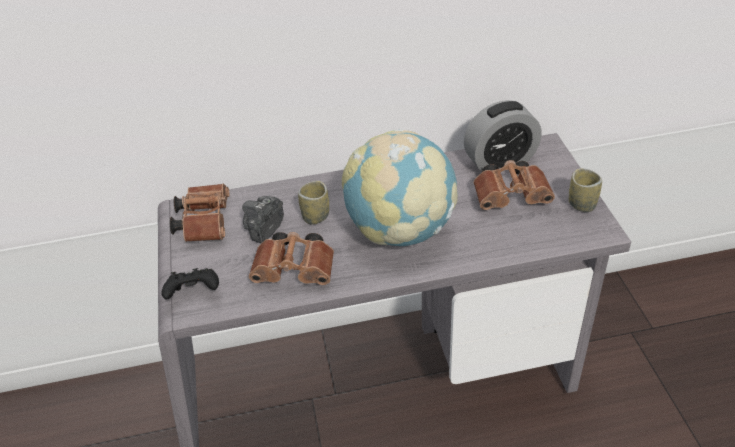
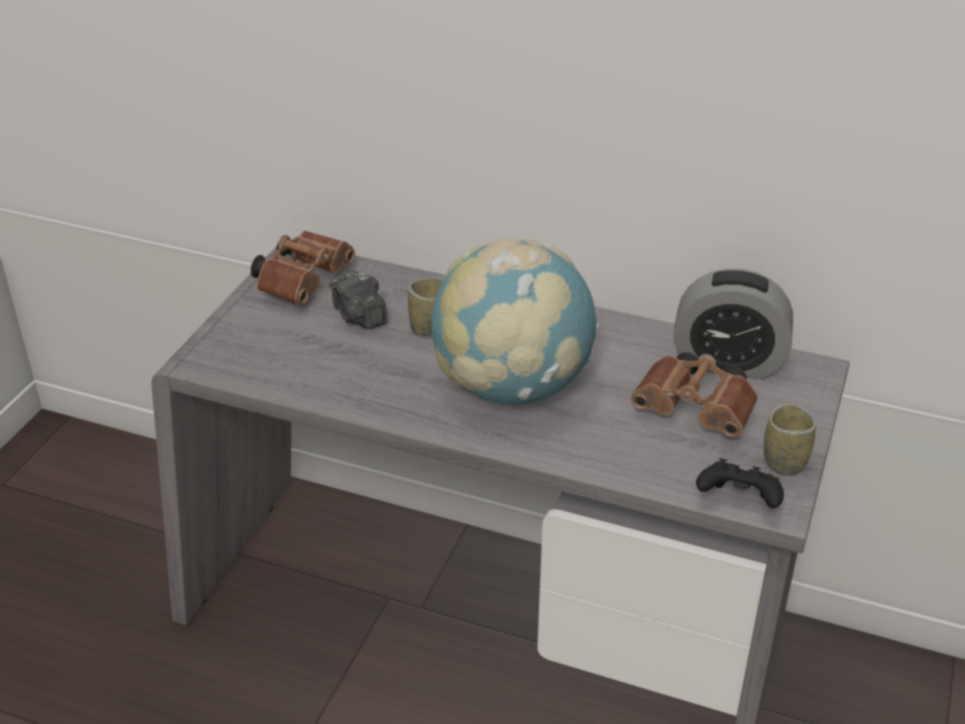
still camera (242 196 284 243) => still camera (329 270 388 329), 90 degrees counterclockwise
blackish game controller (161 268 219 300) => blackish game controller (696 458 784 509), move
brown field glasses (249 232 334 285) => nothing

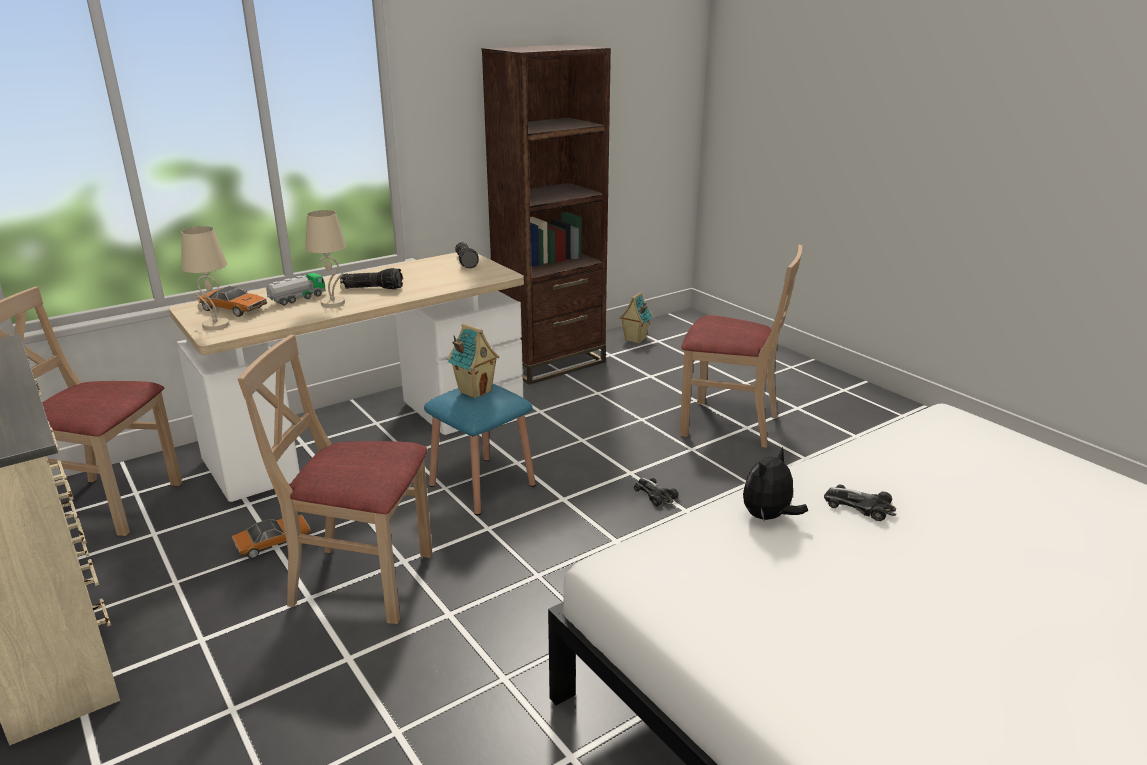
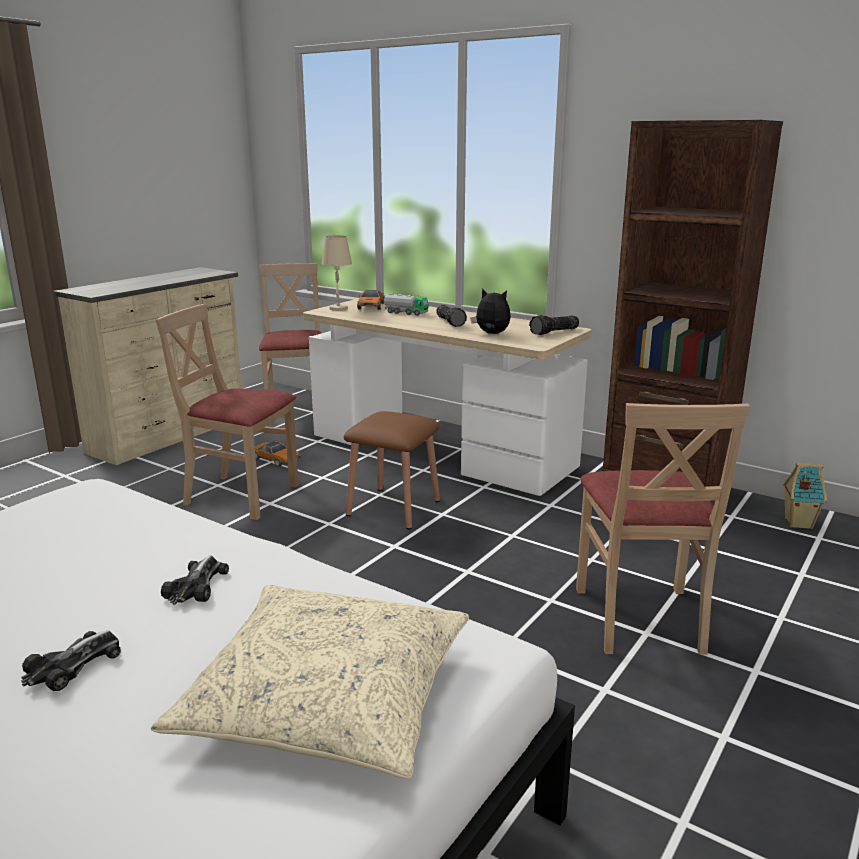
model car (634 477 678 506) => model car (21 630 121 691), move
nothing => sand-coloured pillow (151 585 469 778)
sand-coloured plain chair (238 335 432 624) => sand-coloured plain chair (156 304 299 520), 60 degrees counterclockwise
blue-coloured stool seat (424 384 536 515) => brown stool seat (344 411 440 529)
soft toy (743 447 808 520) => soft toy (471 288 511 334), move
sand-coloured lamp for a table (305 210 346 308) => nothing
miniature house (447 323 500 399) => nothing

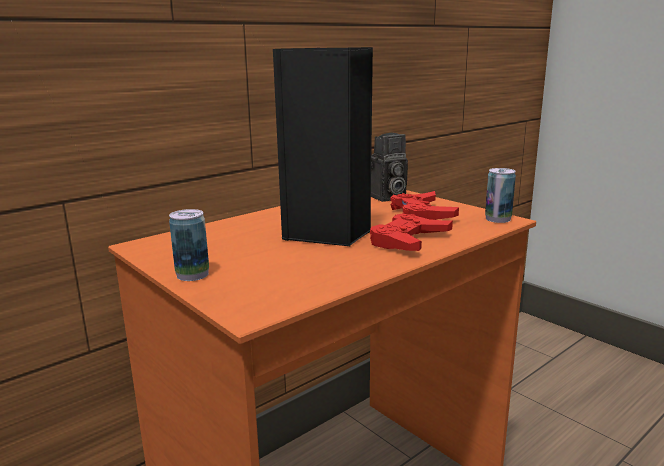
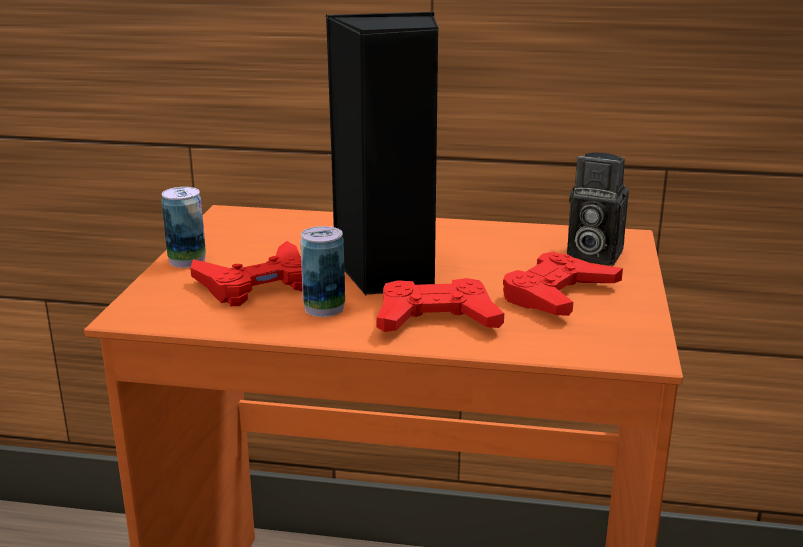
nothing => reddish game controller (190 241 303 306)
sealed can (485 168 516 223) => sealed can (300 226 345 317), move

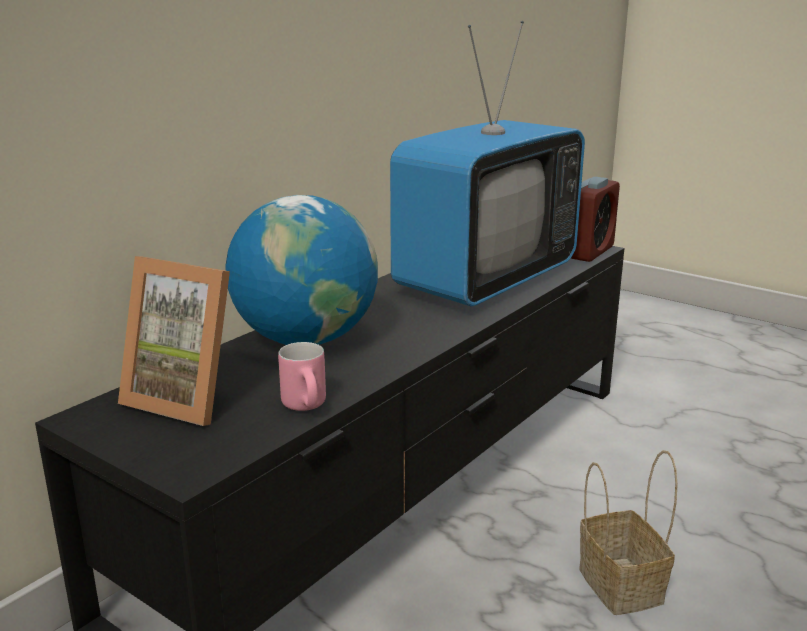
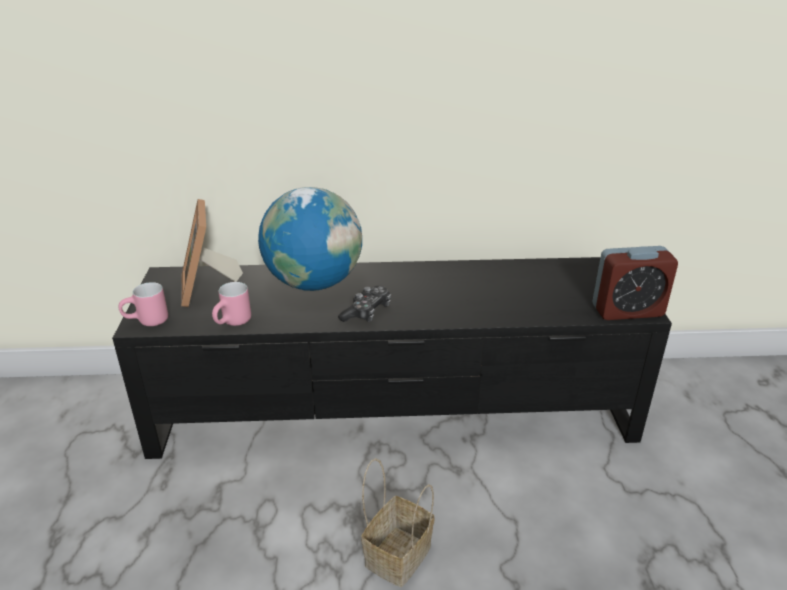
nothing => pink mug (119 282 168 326)
nothing => game controller (338 286 391 322)
TV (390 21 585 307) => nothing

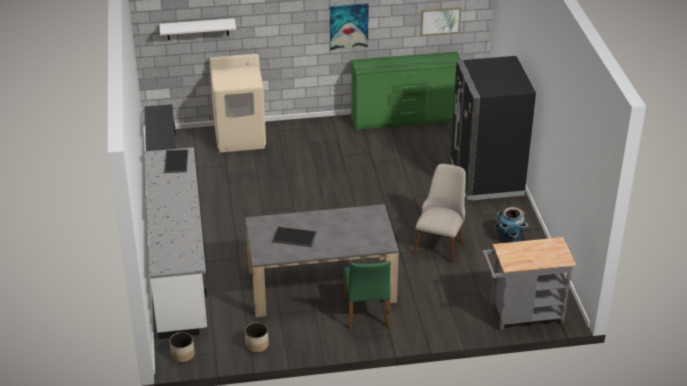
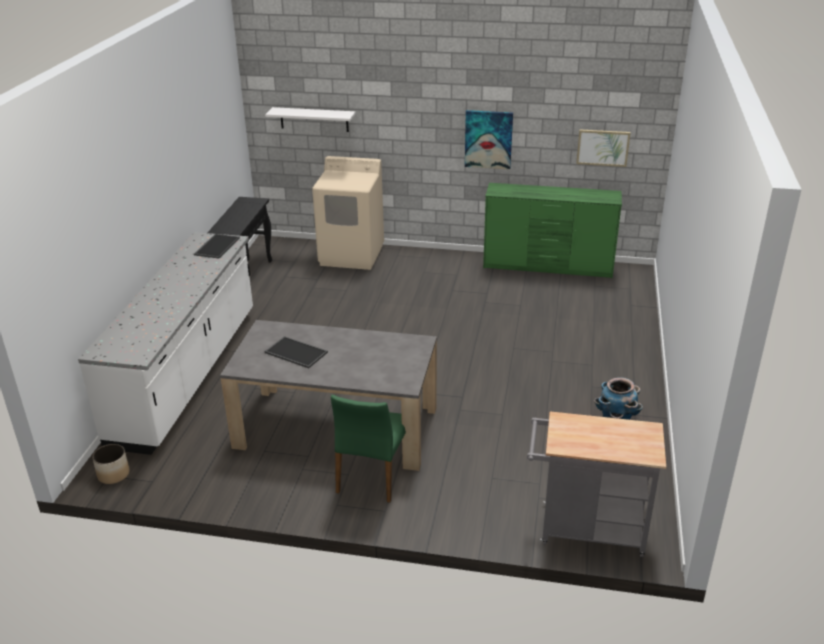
planter (245 322 269 352) => nothing
sand-coloured plain chair (413 164 466 264) => nothing
blackish refrigerator (450 56 536 200) => nothing

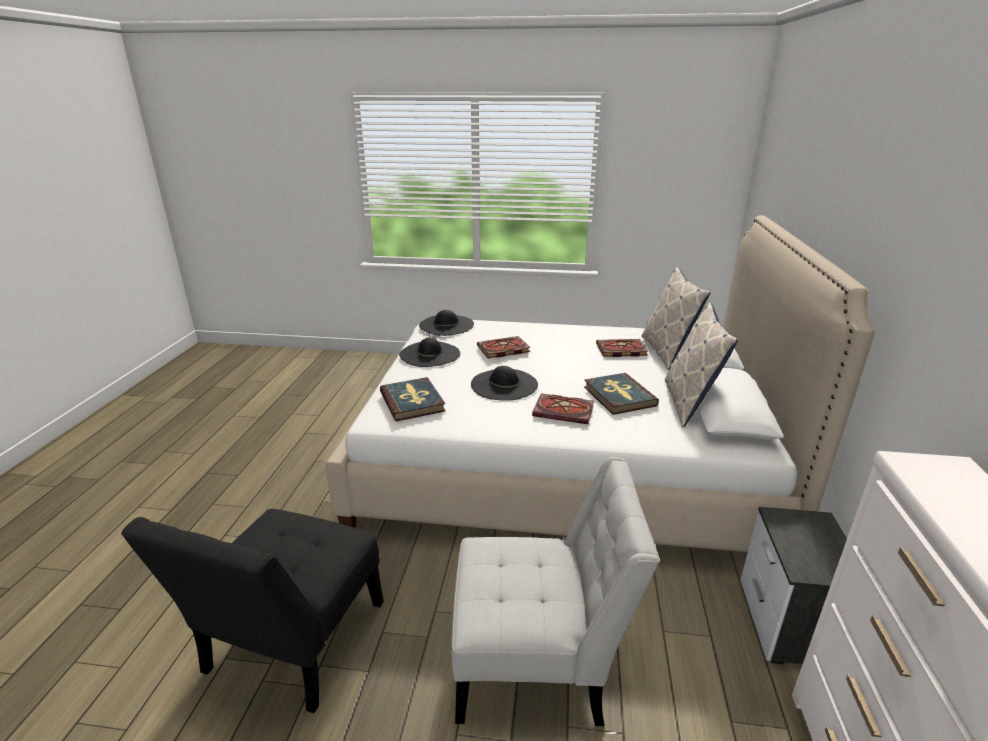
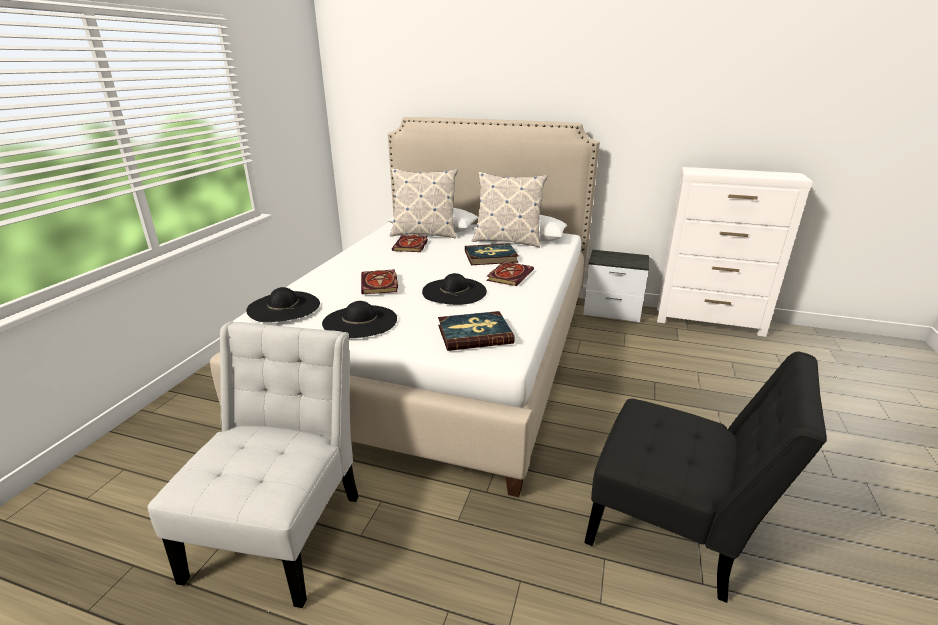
white-coloured plain chair (451 457 660 726) => white-coloured plain chair (148 322 359 608), move

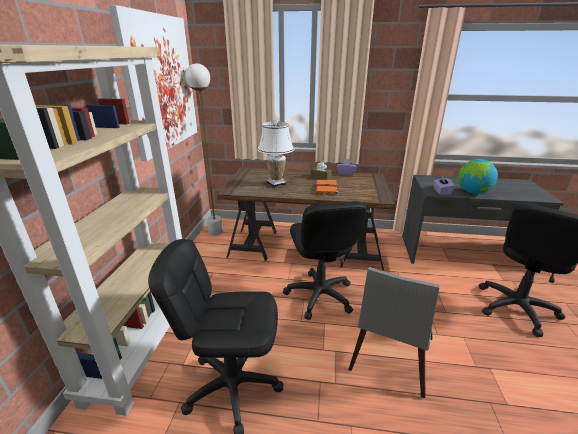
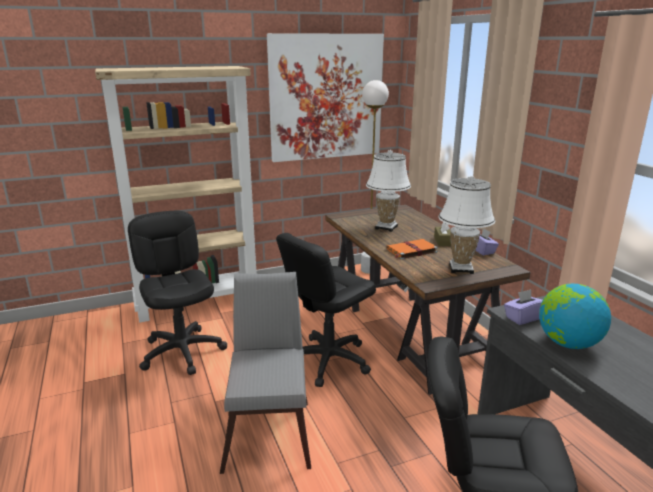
greyish plain chair (348 267 440 398) => greyish plain chair (220 272 311 474), 90 degrees clockwise
nothing => white-coloured lamp for a table (438 176 495 274)

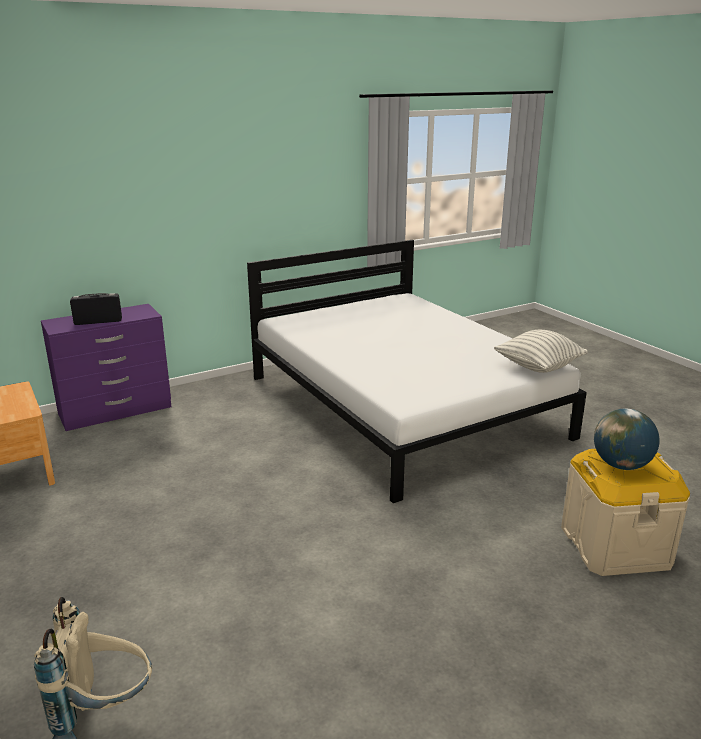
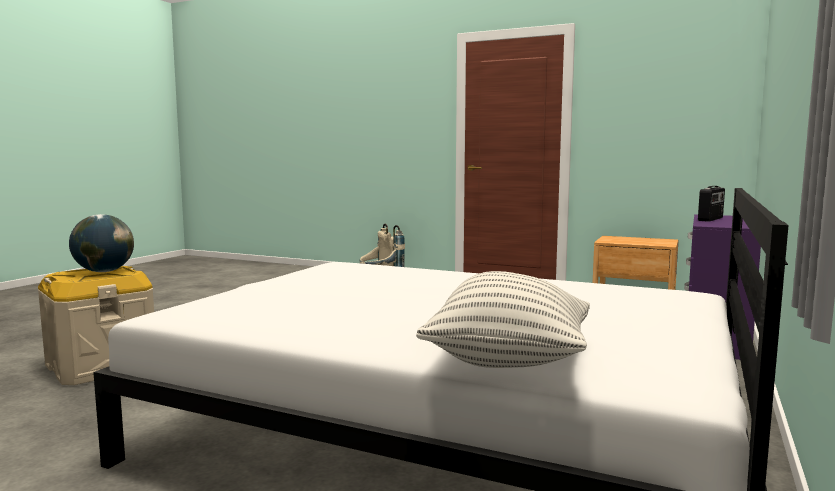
pillow (494 330 588 373) => pillow (416 271 590 368), move

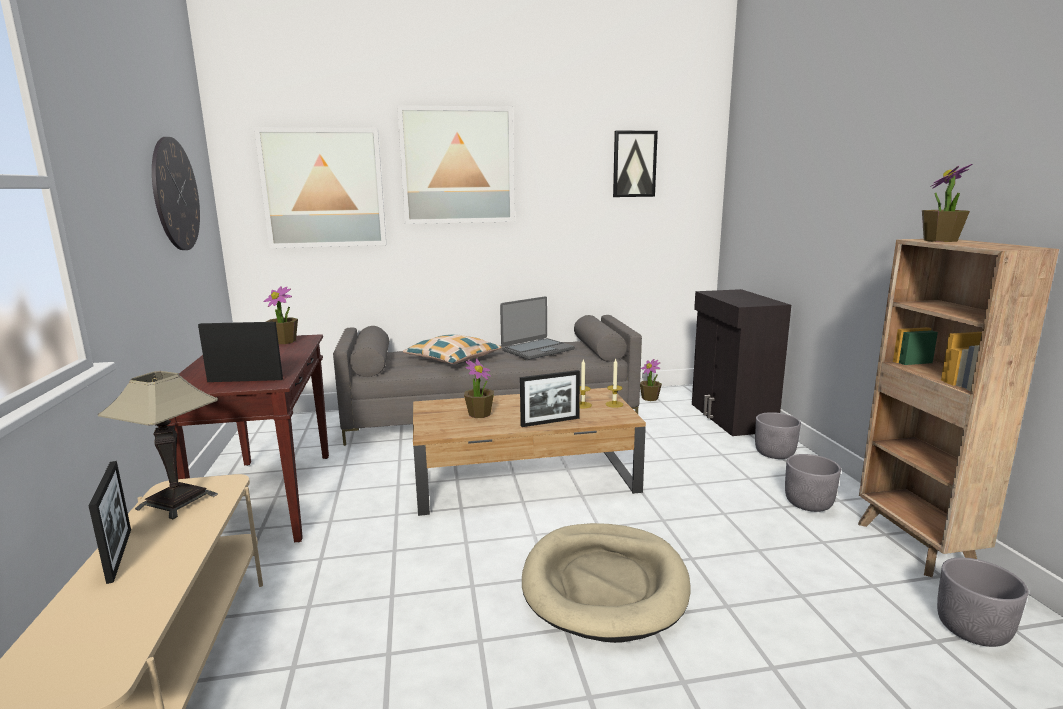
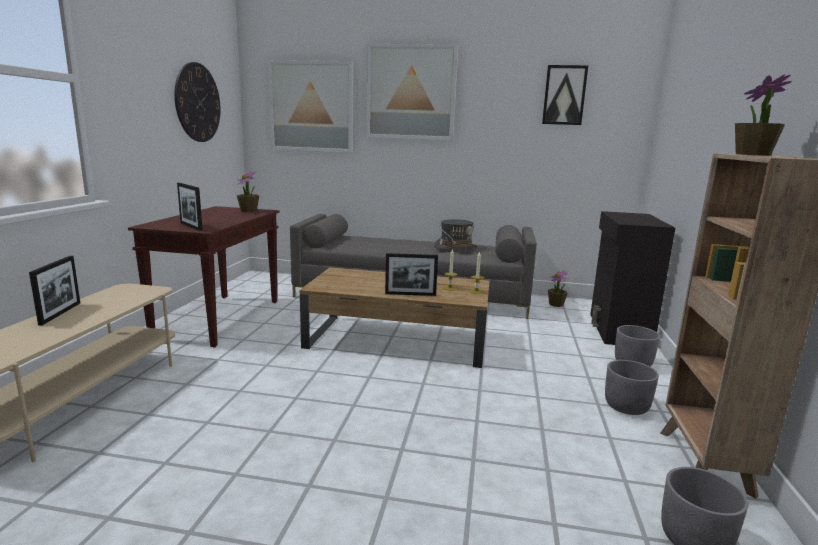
picture frame (198 322 283 382) => picture frame (177 183 203 231), 150 degrees counterclockwise
portable computer (500 296 575 360) => greyish wearable hat (434 219 478 249)
lamp for a table (98 371 218 519) => nothing
pillow (403 334 501 364) => nothing
plant in a pot (464 359 494 418) => nothing
sand-coloured pet bed (522 523 691 643) => nothing

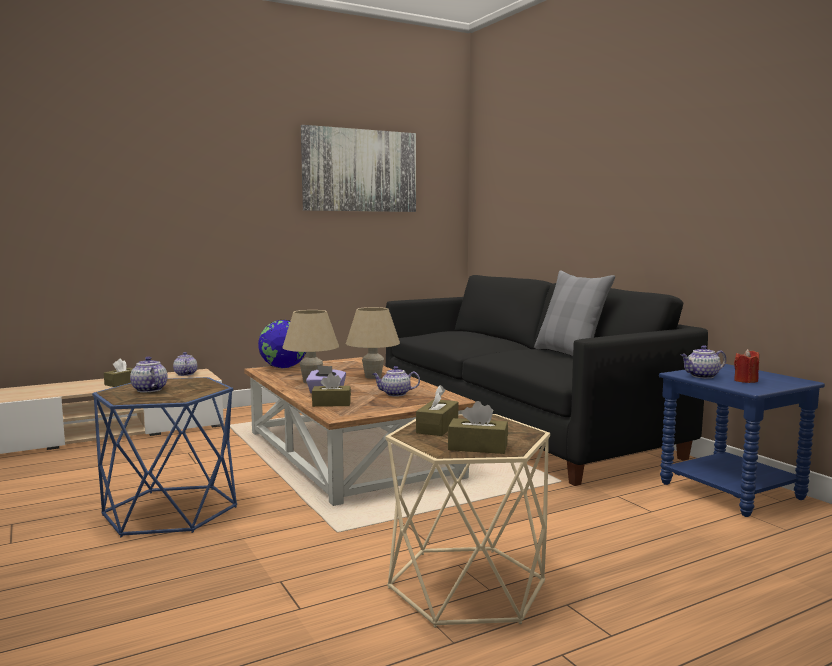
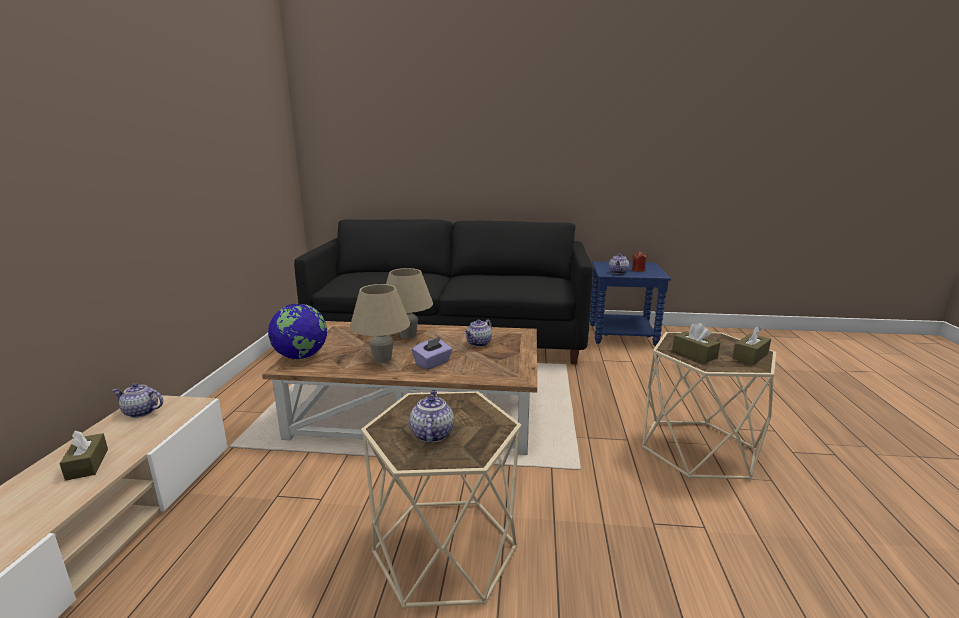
blue-coloured accent table (92 377 237 537) => sand-coloured accent table (361 391 522 609)
pot for tea (130 357 168 393) => pot for tea (410 390 454 443), 90 degrees clockwise
wall art (301 125 416 212) => nothing
brown box of tissues (312 373 351 407) => nothing
greyish pillow (534 270 615 356) => nothing

